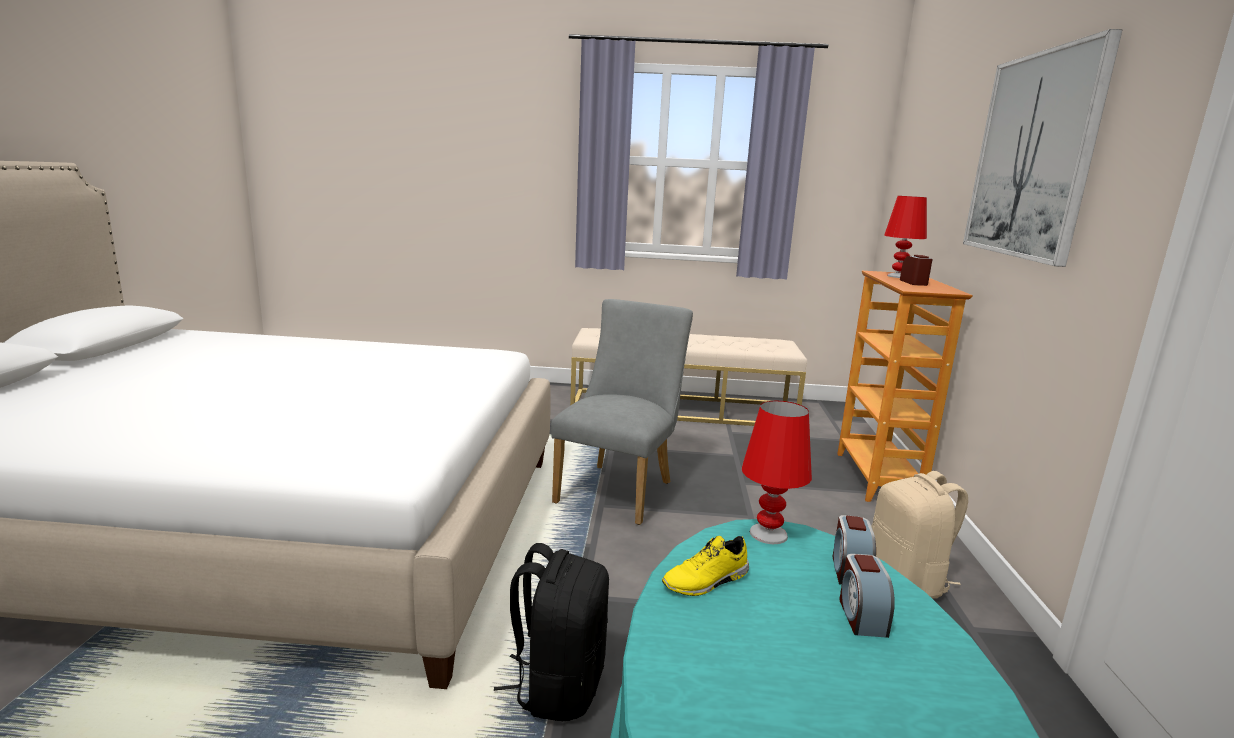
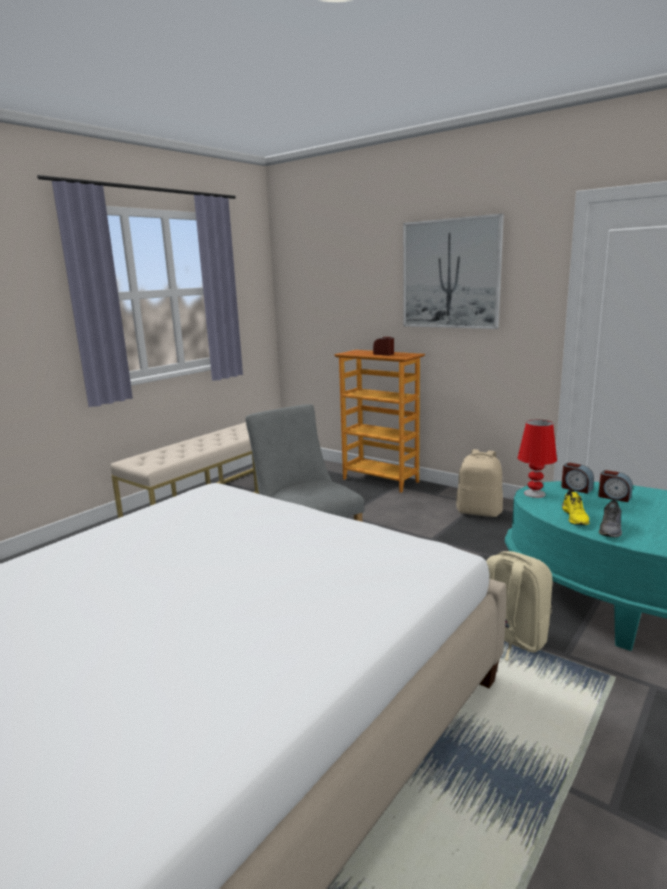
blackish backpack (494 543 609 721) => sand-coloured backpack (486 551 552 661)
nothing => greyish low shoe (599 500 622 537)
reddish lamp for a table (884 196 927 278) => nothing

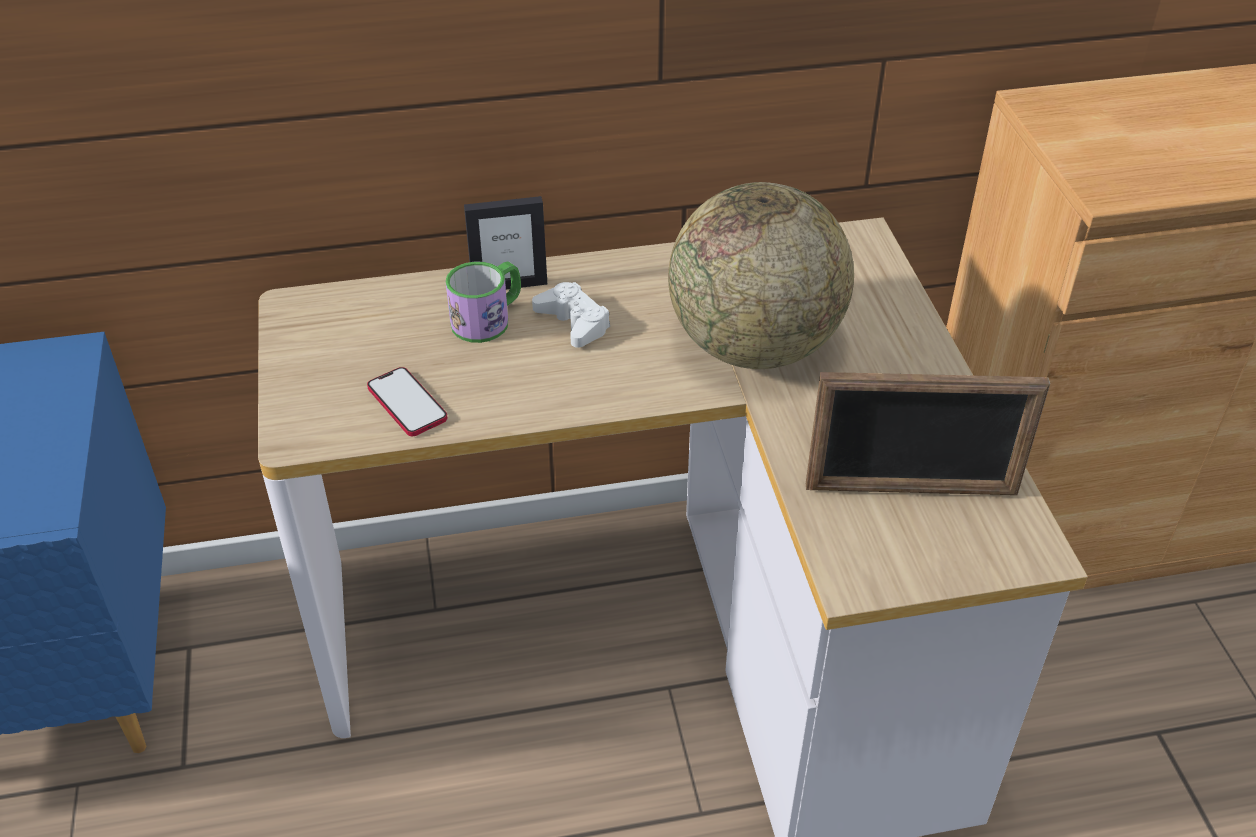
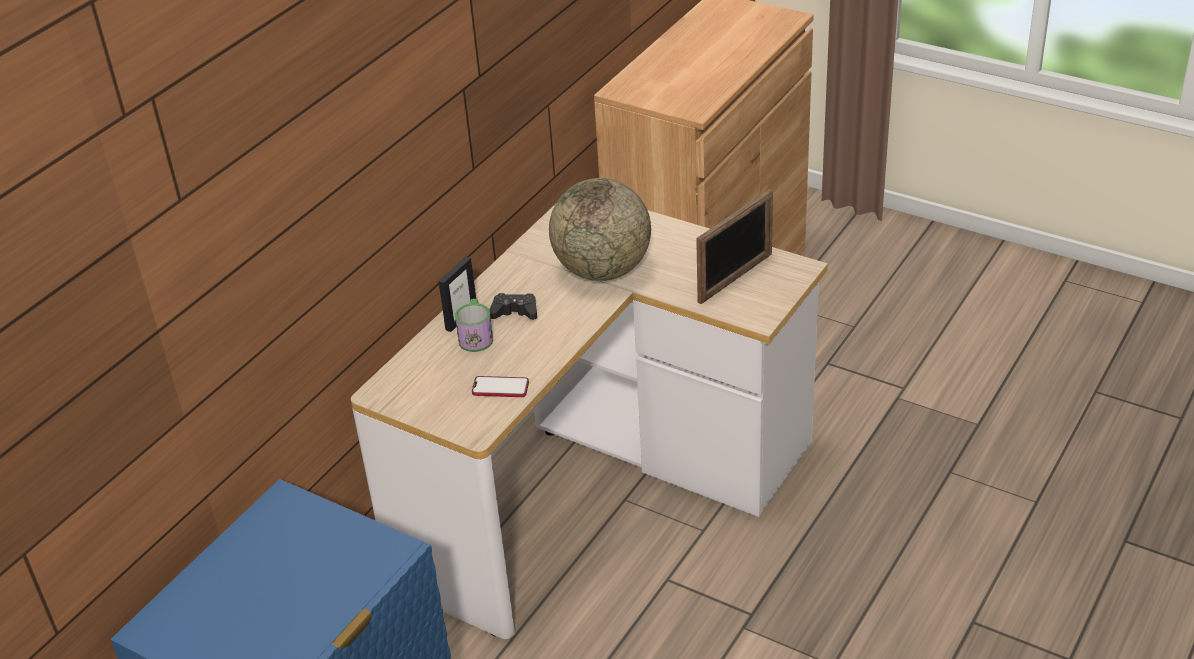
white-coloured game controller (532 282 610 348) => blackish game controller (489 293 537 320)

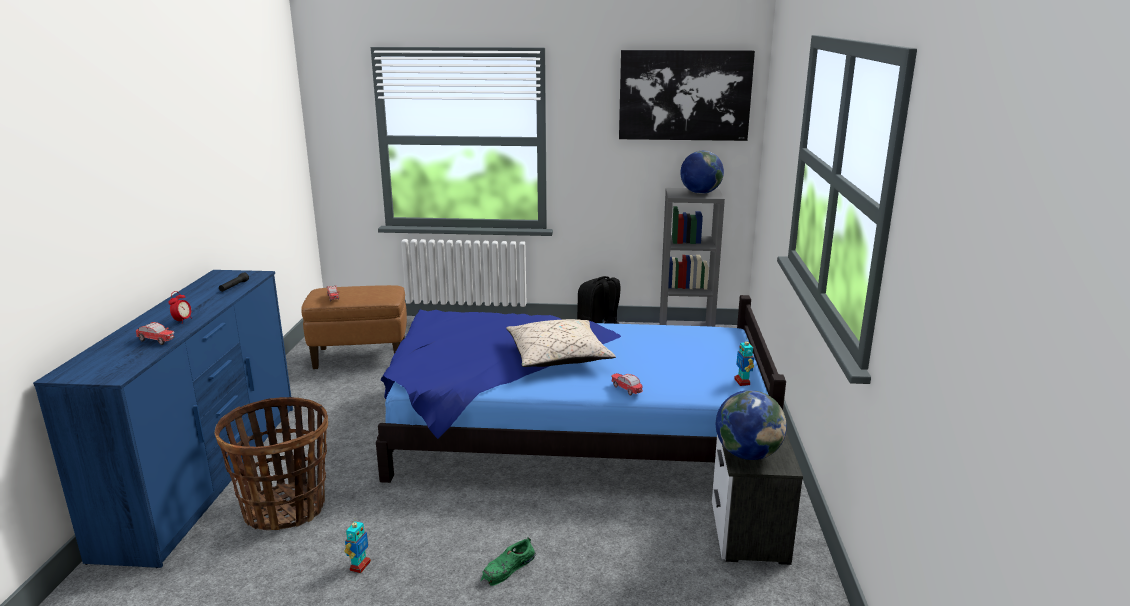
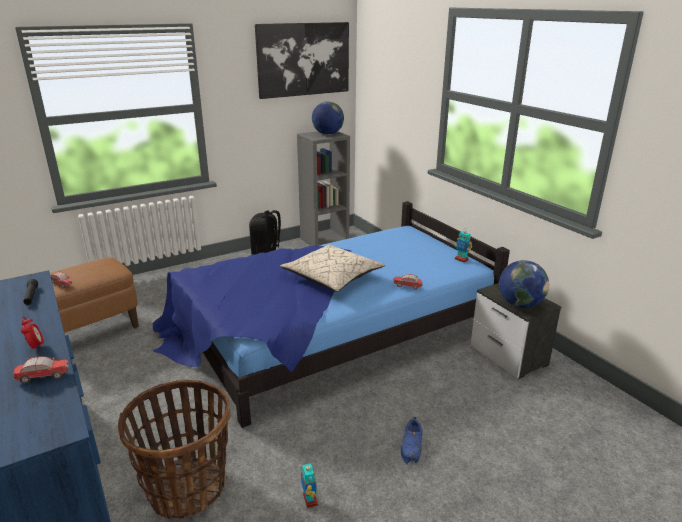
greenish low shoe (481 537 536 586) => blue-coloured low shoe (401 417 423 464)

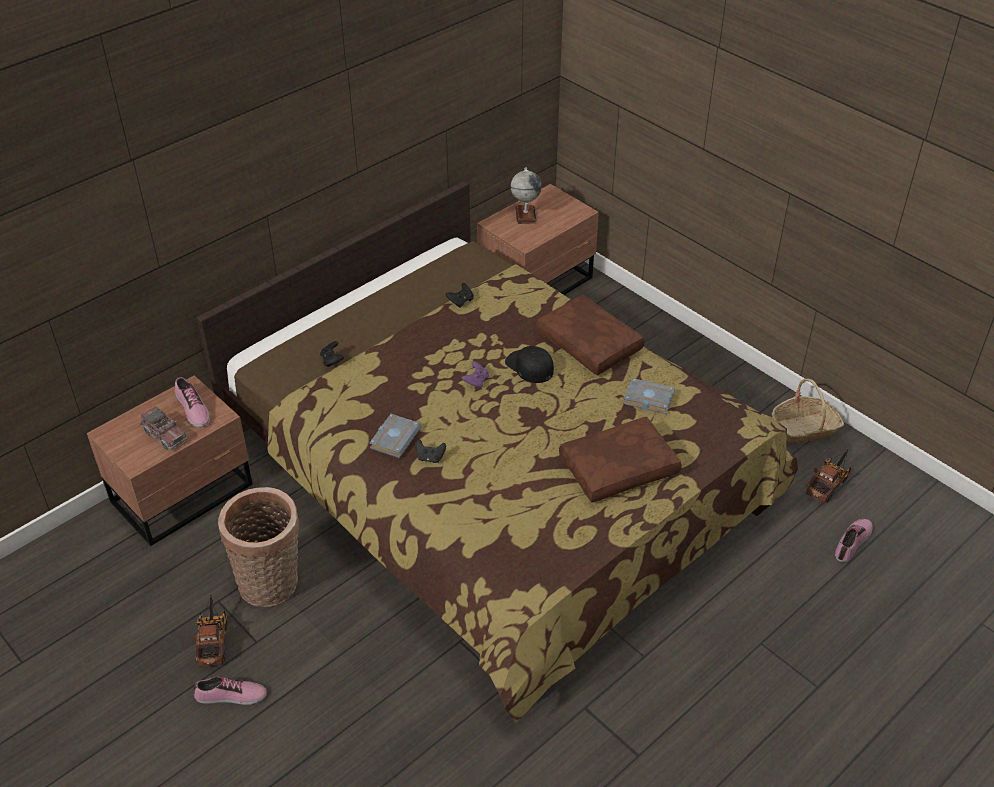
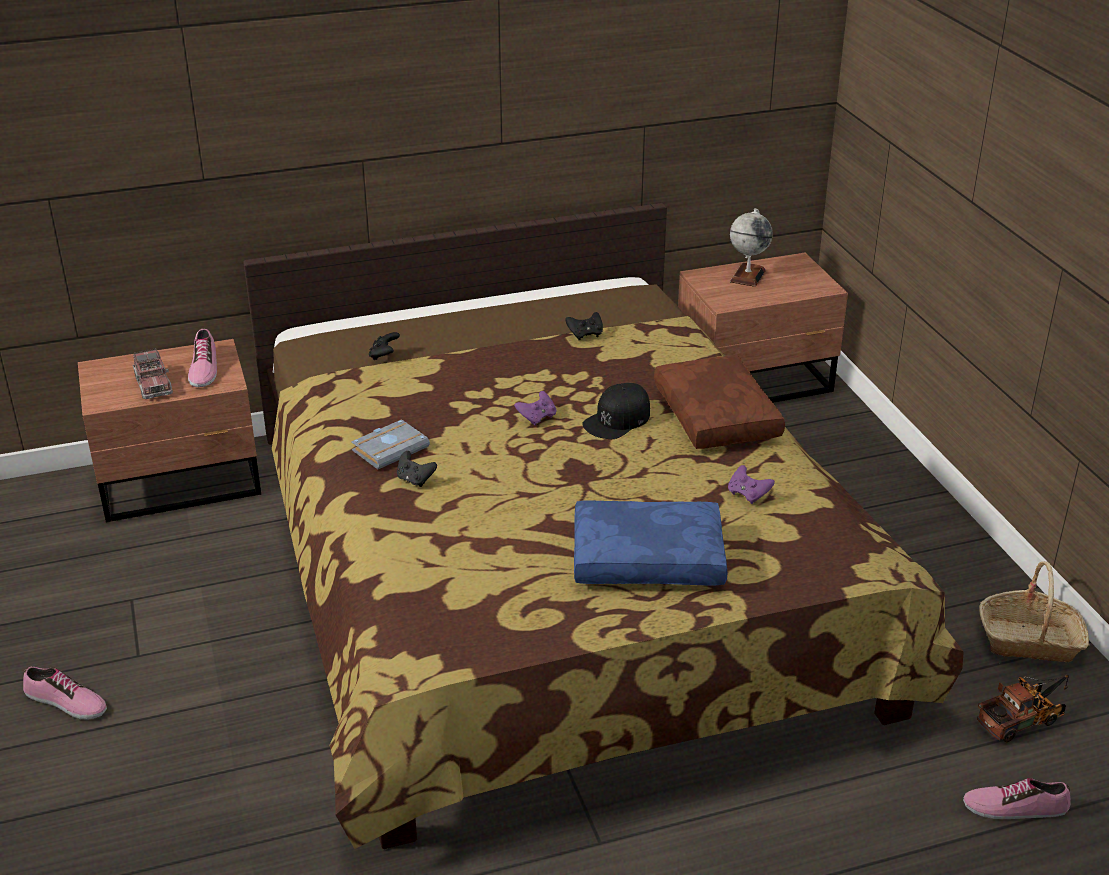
brown pillow (559 417 682 503) => blue-coloured pillow (574 500 728 585)
blackish baseball cap (505 346 554 383) => blackish baseball cap (582 383 650 439), 120 degrees counterclockwise
greyish book (624 378 675 414) => purple-coloured game controller (728 465 775 504)
low shoe (835 519 873 562) => low shoe (963 778 1071 819), 150 degrees counterclockwise
toy lorry (192 595 227 667) => nothing
household basket (218 487 299 607) => nothing

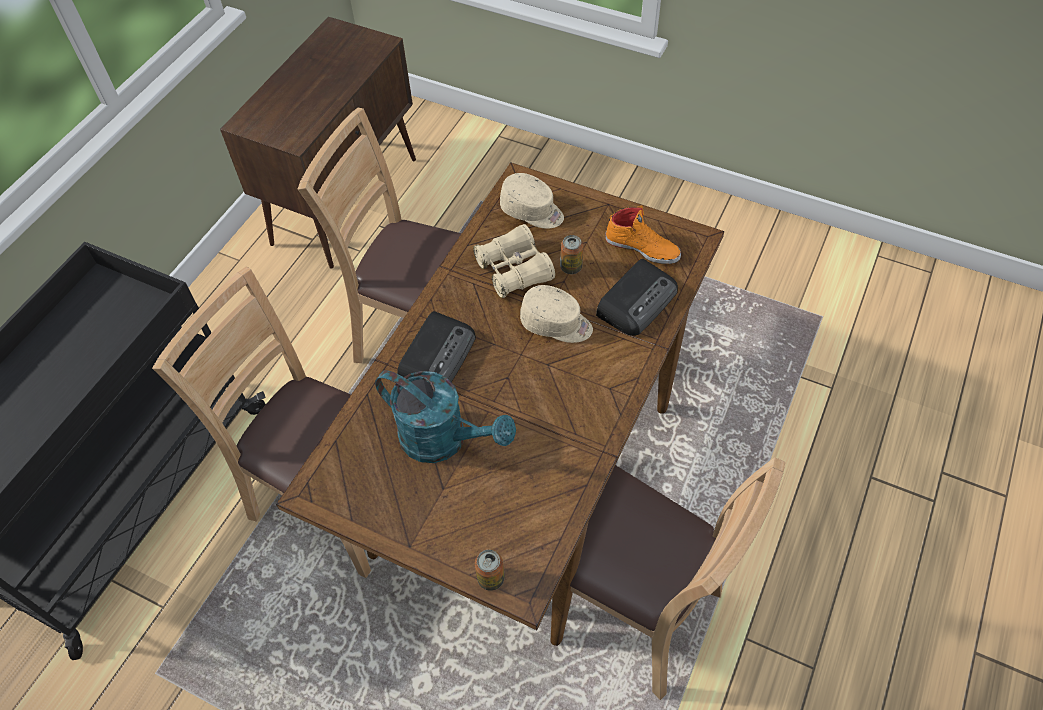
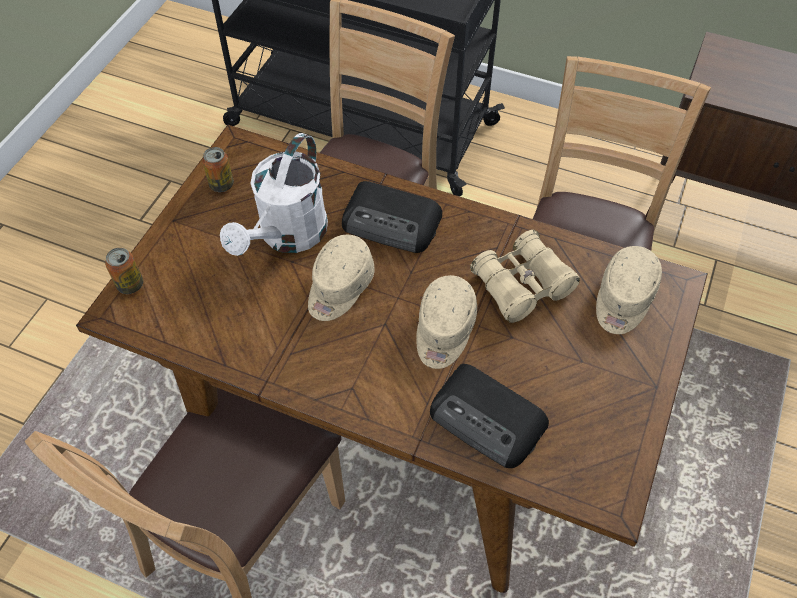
sealed can (560 235 583 274) => sealed can (202 147 234 192), move
turquoise-coloured sprinkling can (375 371 516 463) => white-coloured sprinkling can (220 133 328 256)
nothing => sand-coloured baseball cap (308 235 375 321)
orange-coloured low shoe (605 205 681 264) => nothing

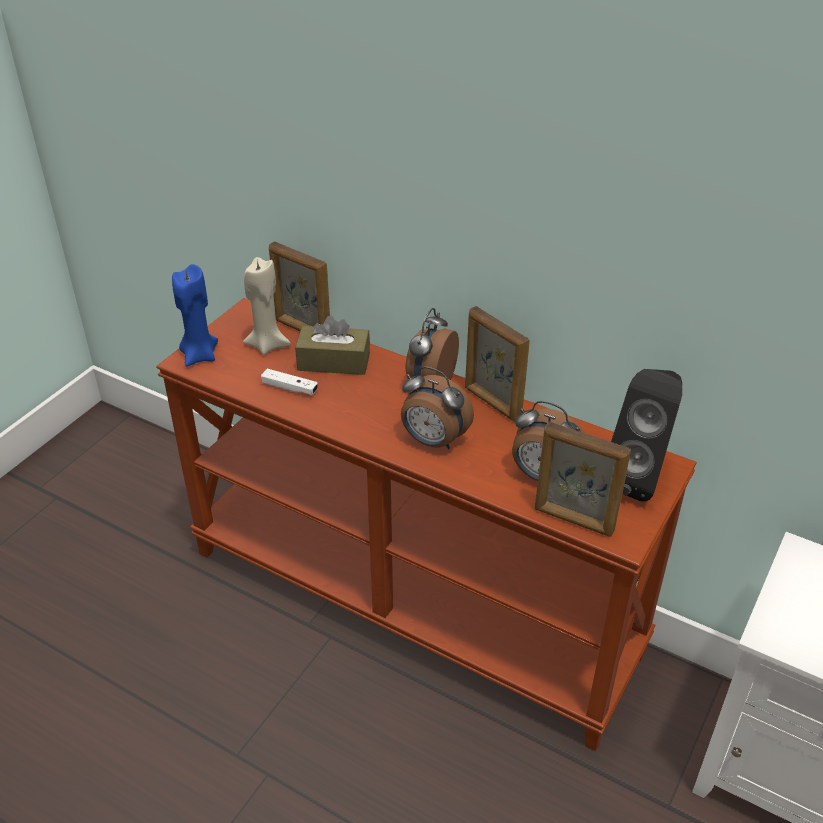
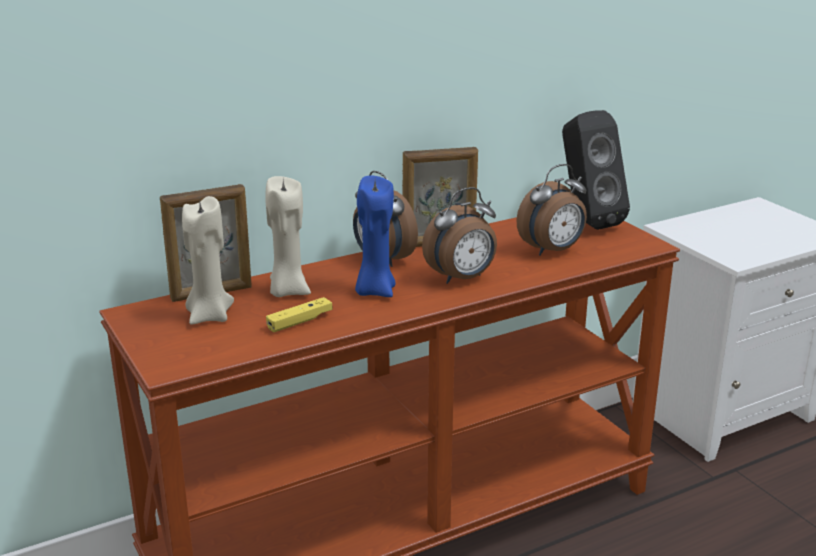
brown box of tissues (295 315 370 375) => sand-coloured wax candle (265 176 311 297)
white-coloured game controller (261 369 318 395) => yellow-coloured game controller (266 297 333 332)
blue-coloured wax candle (172 264 218 367) => blue-coloured wax candle (355 176 396 297), move
picture frame (535 422 631 537) => nothing

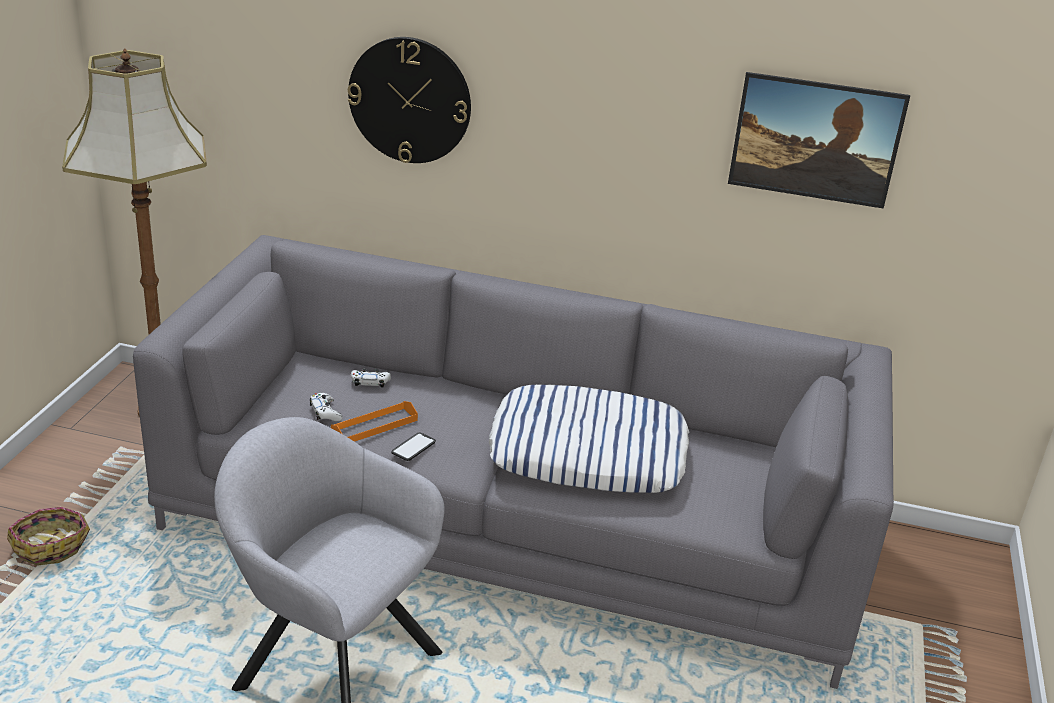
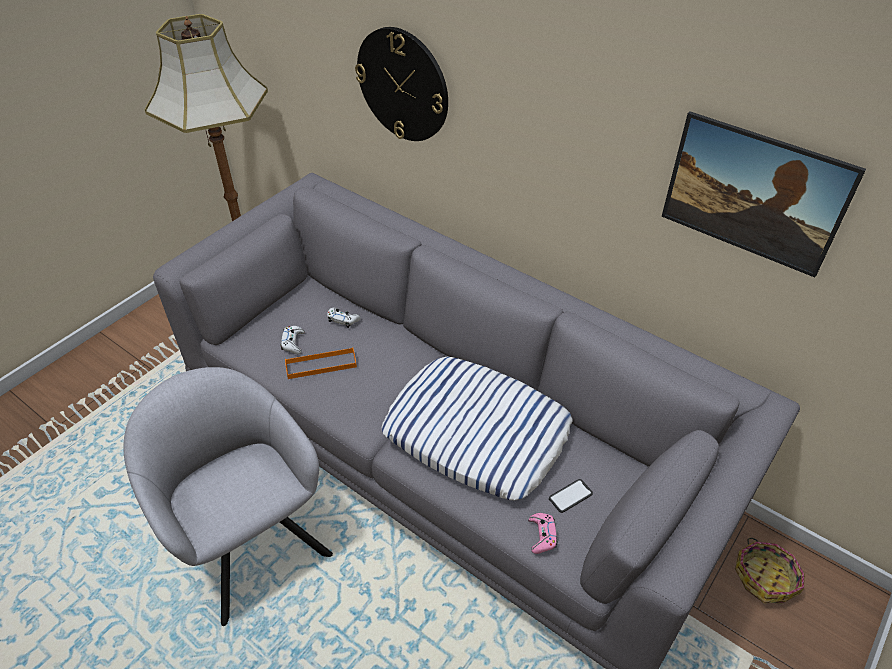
nothing => pink game controller (528 513 557 554)
phone (391 432 436 461) => phone (549 479 593 513), move
household basket (7 507 90 565) => household basket (735 538 805 604), move

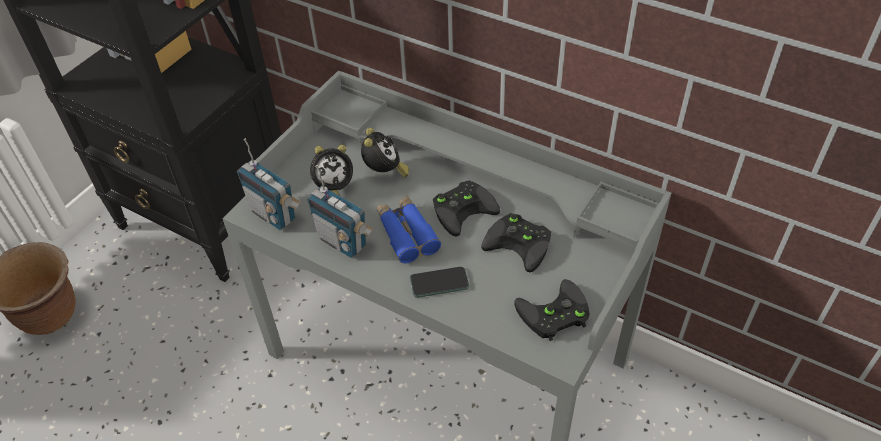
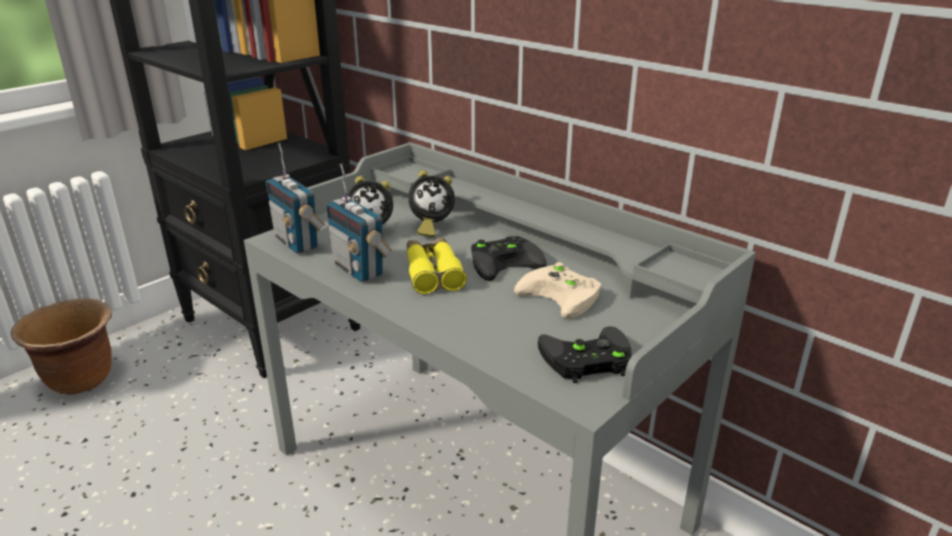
blue-coloured field glasses (377 195 441 264) => yellow-coloured field glasses (407 237 467 294)
bedside clock (361 128 409 178) => bedside clock (408 170 455 237), 75 degrees clockwise
blackish game controller (481 213 551 272) => sand-coloured game controller (514 262 601 319)
phone (410 267 469 298) => nothing

